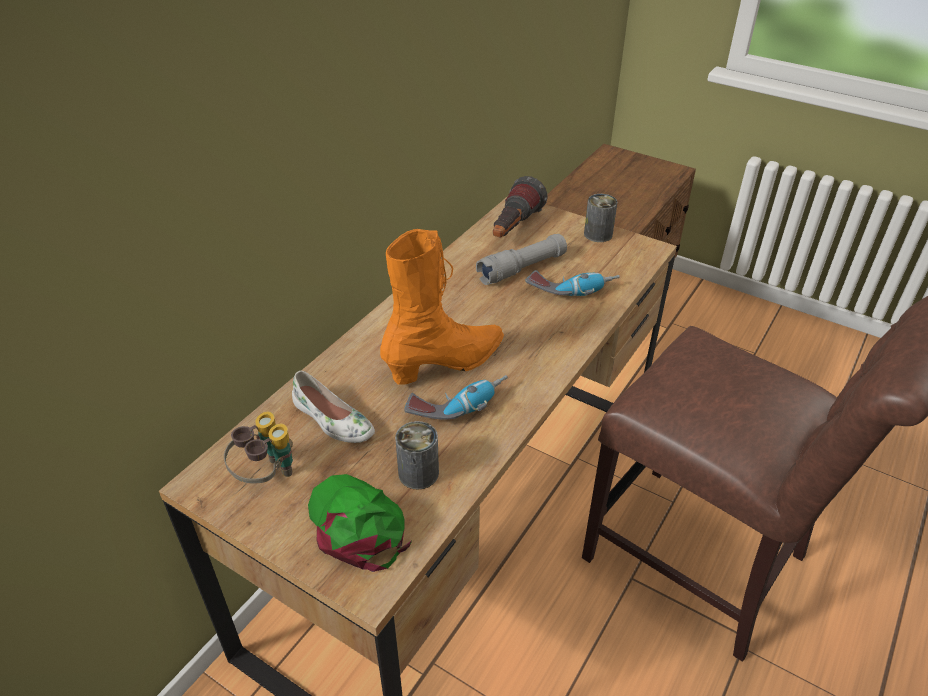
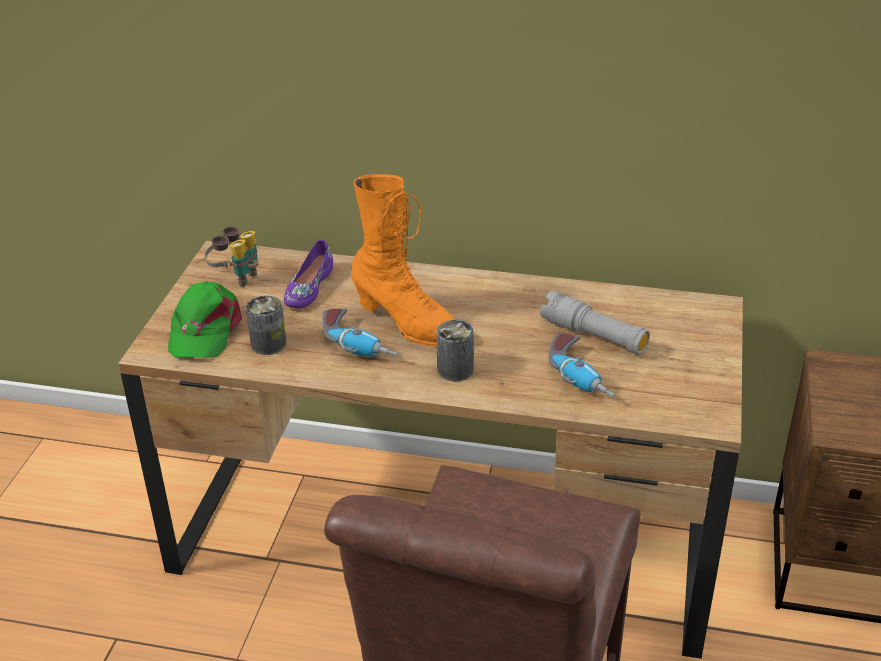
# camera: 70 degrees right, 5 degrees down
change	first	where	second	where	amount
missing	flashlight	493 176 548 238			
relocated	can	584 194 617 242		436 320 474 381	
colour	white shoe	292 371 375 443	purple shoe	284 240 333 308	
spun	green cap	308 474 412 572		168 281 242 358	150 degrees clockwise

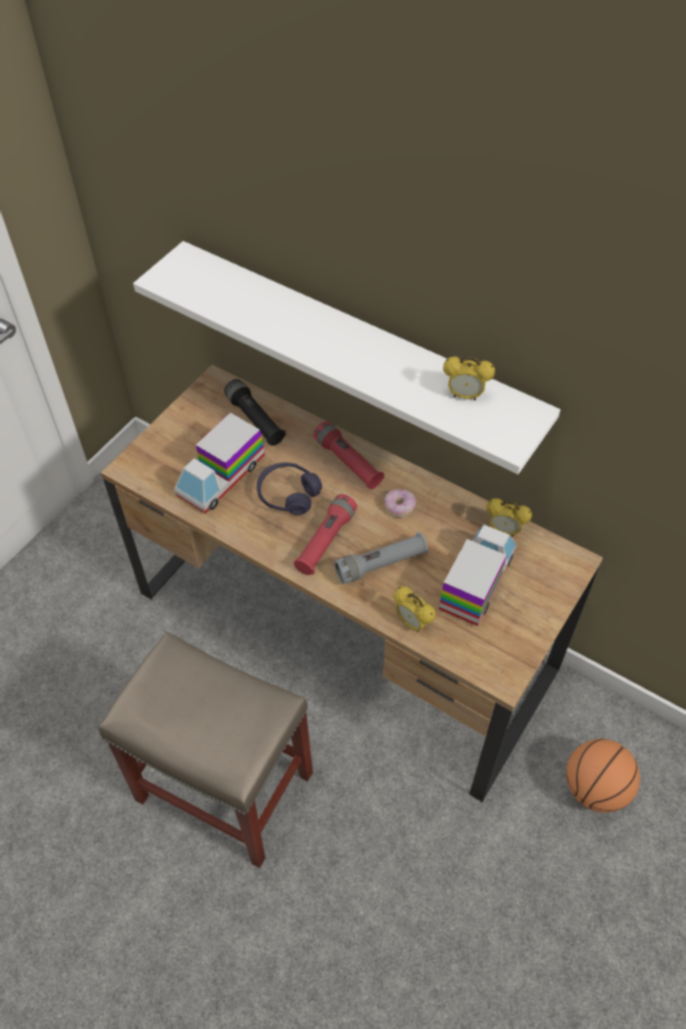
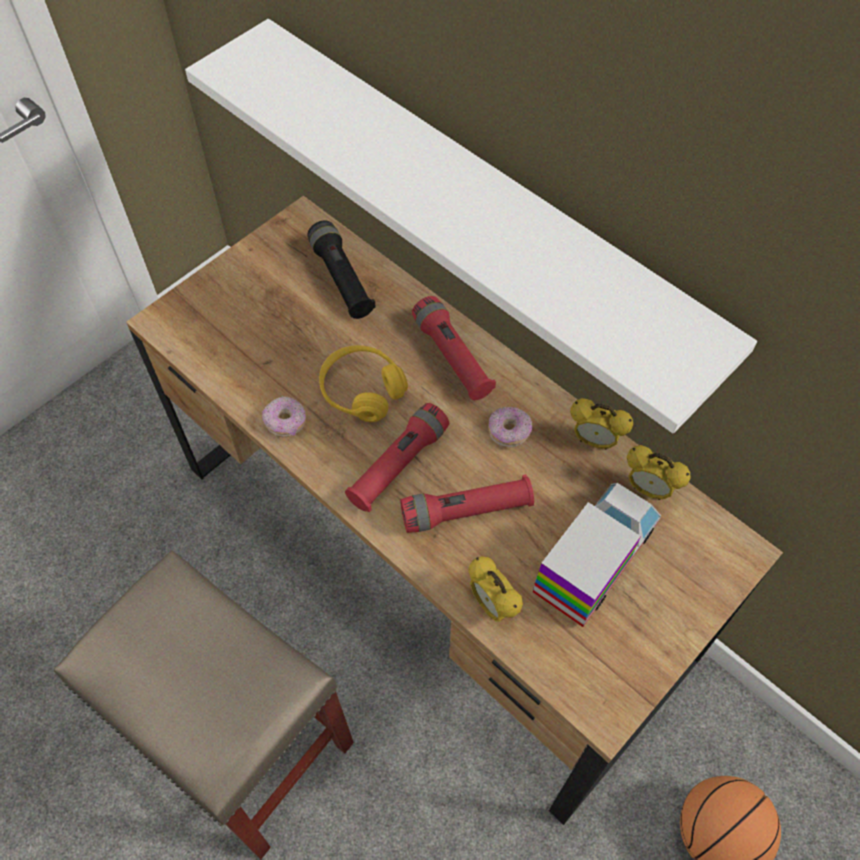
# camera: 10 degrees right, 5 degrees up
change	first	where	second	where	amount
relocated	alarm clock	443 356 495 400		570 398 633 450	
missing	toy truck	175 413 265 513			
colour	purple headphones	257 463 322 515	yellow headphones	319 345 408 422	
colour	grey flashlight	334 532 428 584	red flashlight	400 474 534 533	
appeared			donut	262 396 306 437	

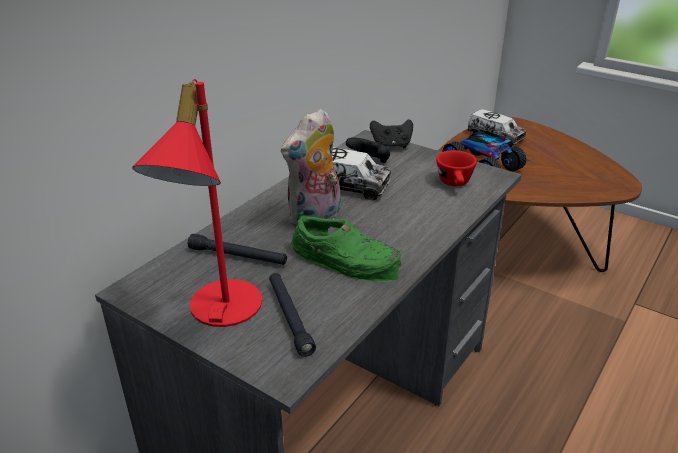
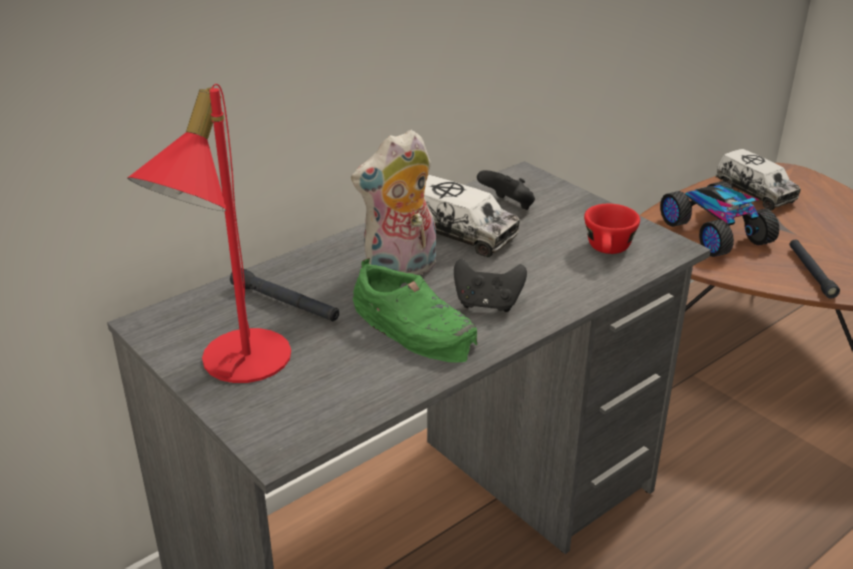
# camera: 15 degrees right, 0 degrees up
change	first	where	second	where	amount
relocated	black game controller	370 119 413 148		454 259 527 312	
relocated	black flashlight	269 273 316 357		790 239 840 299	

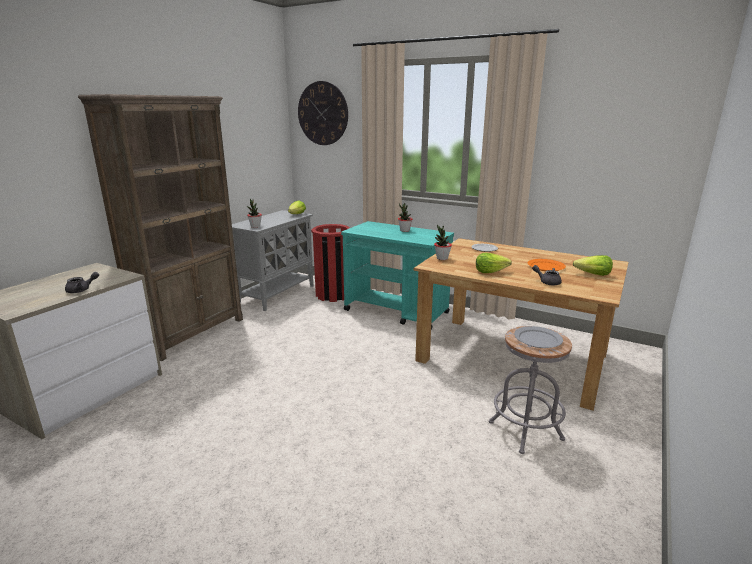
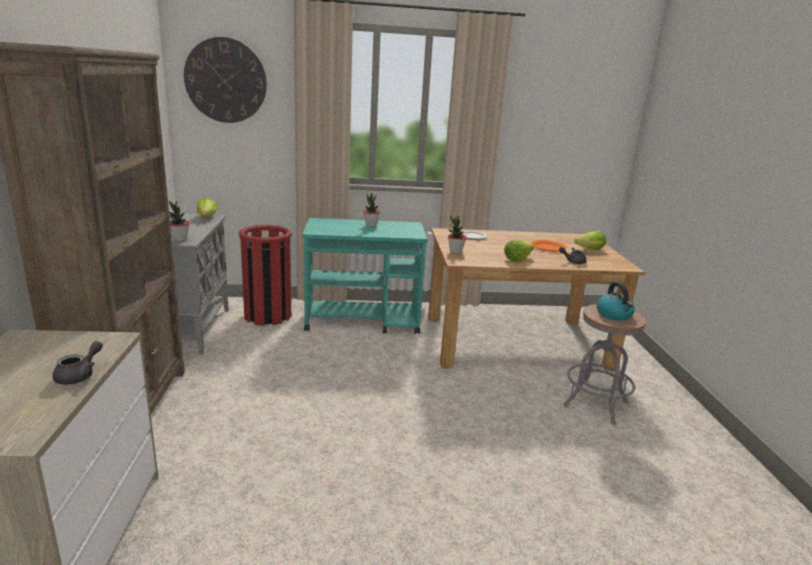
# camera: 35 degrees left, 0 degrees up
change	first	where	second	where	amount
exchanged	grey plate	514 326 563 348	kettle	597 282 635 321	

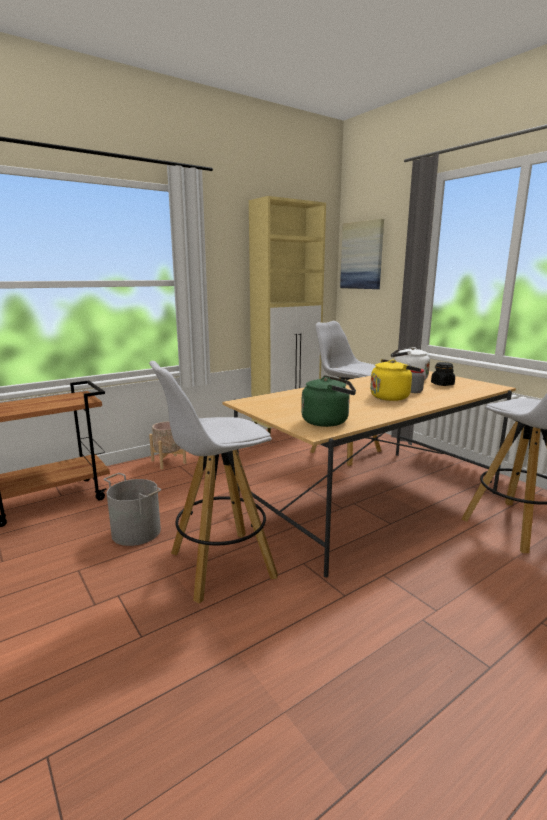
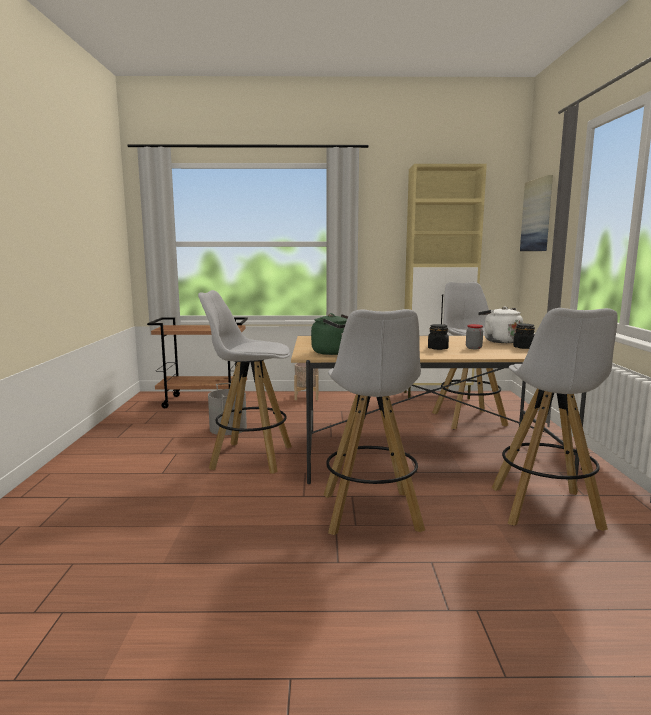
# camera: 35 degrees right, 5 degrees down
change	first	where	second	where	amount
exchanged	yellow kettle	370 359 421 401	black jar	428 324 449 350	
appeared			white stool	323 309 425 535	

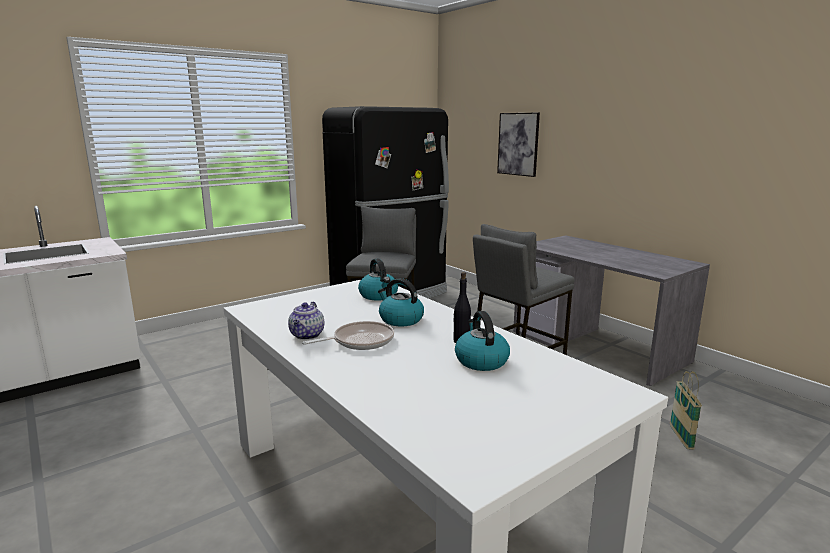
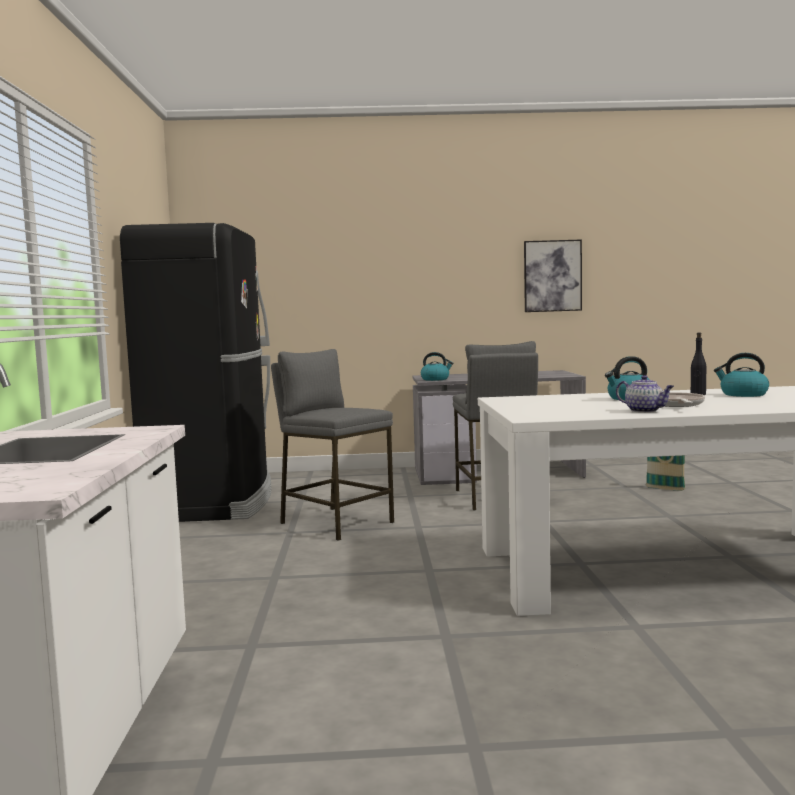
# camera: 55 degrees left, 10 degrees down
change	first	where	second	where	amount
relocated	picture	497 113 540 177		524 240 582 312	
relocated	kettle	358 258 398 301		421 352 453 381	

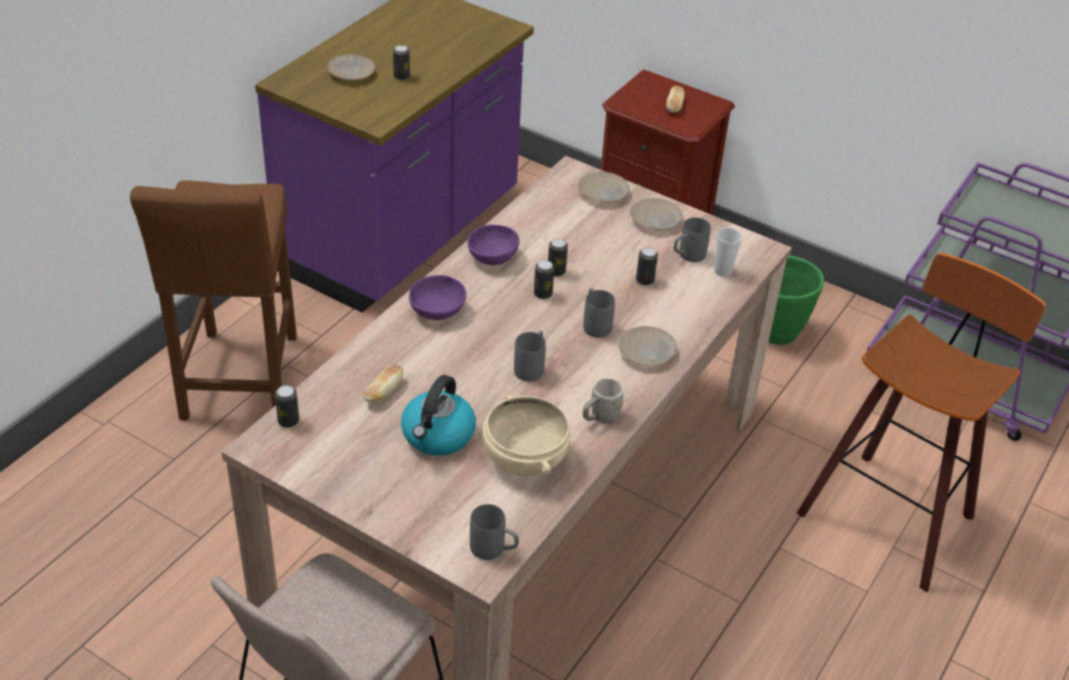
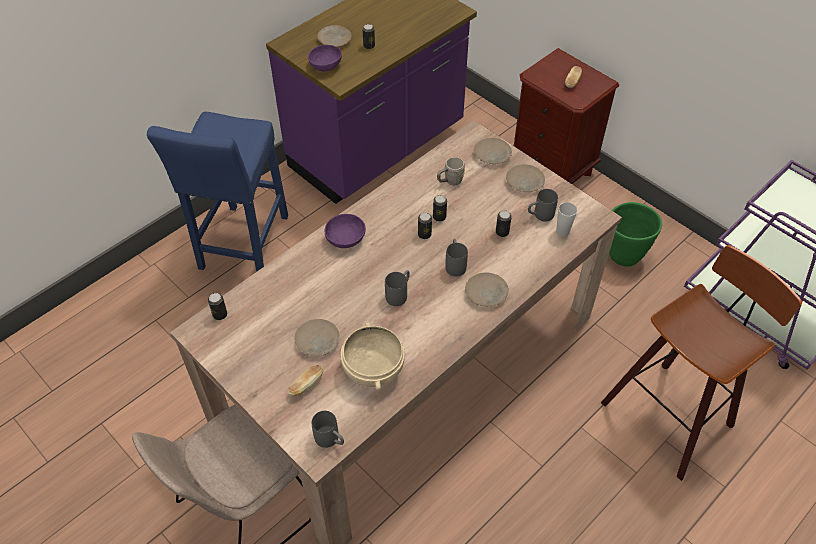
# camera: 15 degrees right, 10 degrees up
change	first	where	second	where	amount
colour	brown stool	130 180 297 420	blue stool	147 112 288 272	
relocated	purple bowl	467 225 520 265		308 45 342 71	
relocated	bread	363 365 404 403		288 365 323 396	
exchanged	kettle	401 375 476 456	beige plate	294 319 340 356	
relocated	grey mug	583 378 623 423		437 157 465 185	

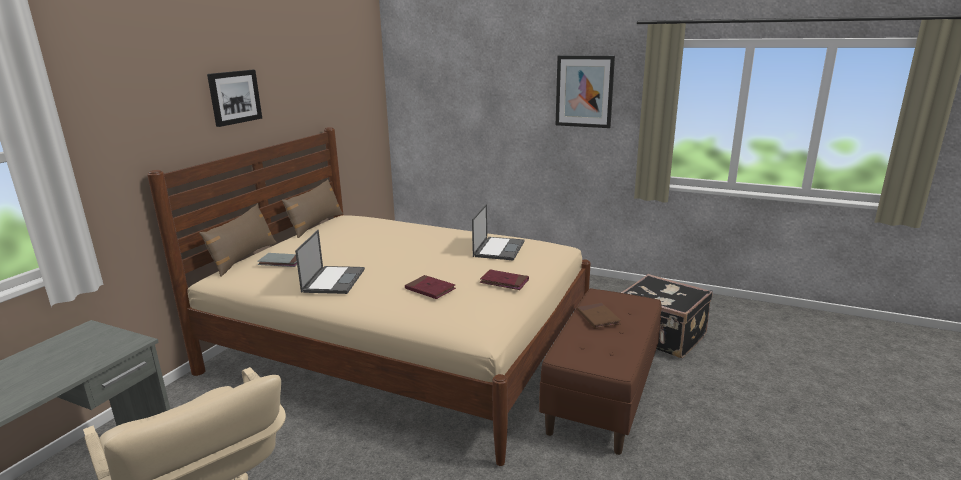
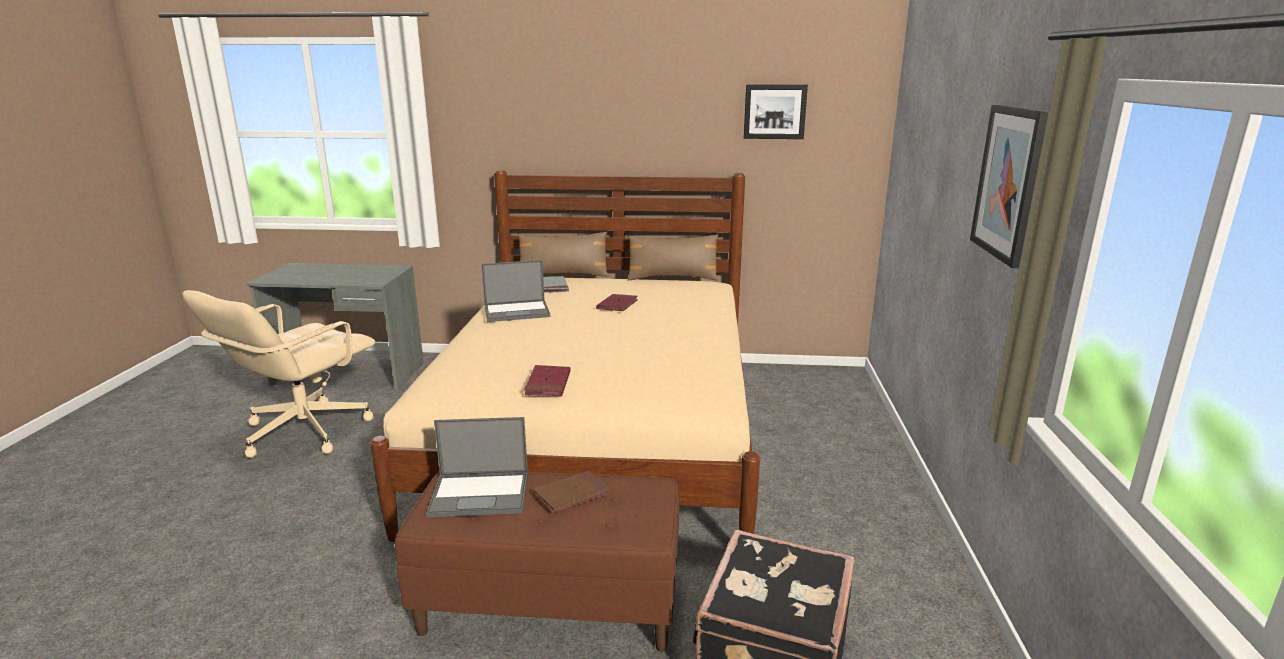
# camera: 70 degrees right, 0 degrees up
change	first	where	second	where	amount
relocated	picture	207 70 262 127		743 84 808 139	
relocated	laptop	472 204 524 261		426 417 528 517	
relocated	red book	405 275 456 299		596 294 638 311	

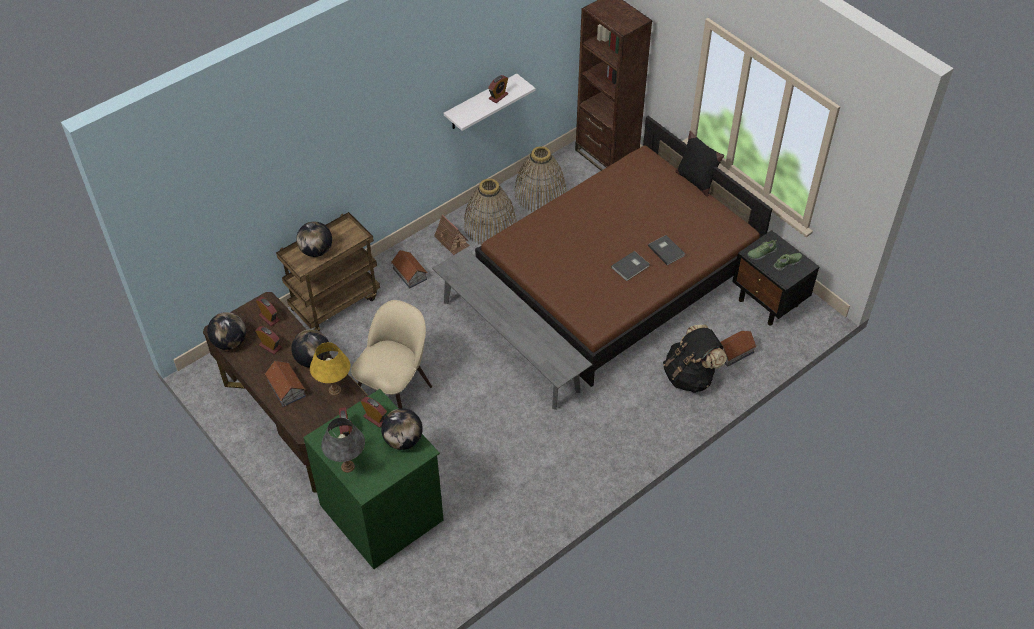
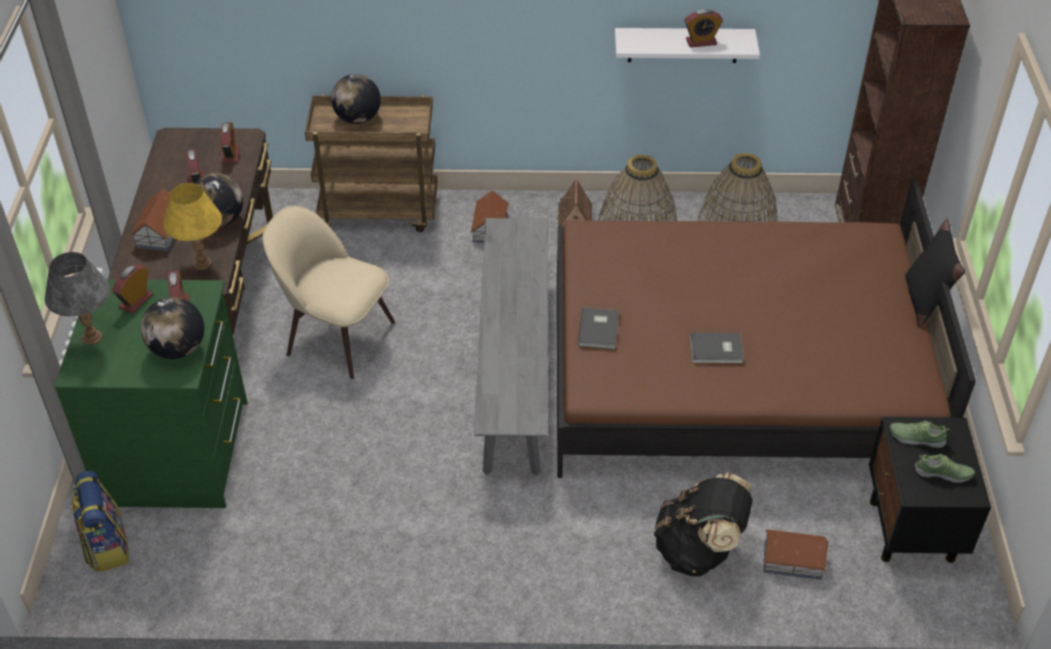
# camera: 40 degrees right, 5 degrees down
change	first	where	second	where	amount
relocated	grey book	648 235 685 265		578 307 619 349	
spun	beige chair	351 300 432 409		262 206 395 379	135 degrees counterclockwise
missing	globe	207 312 246 350			
appeared			backpack	71 471 129 572	

